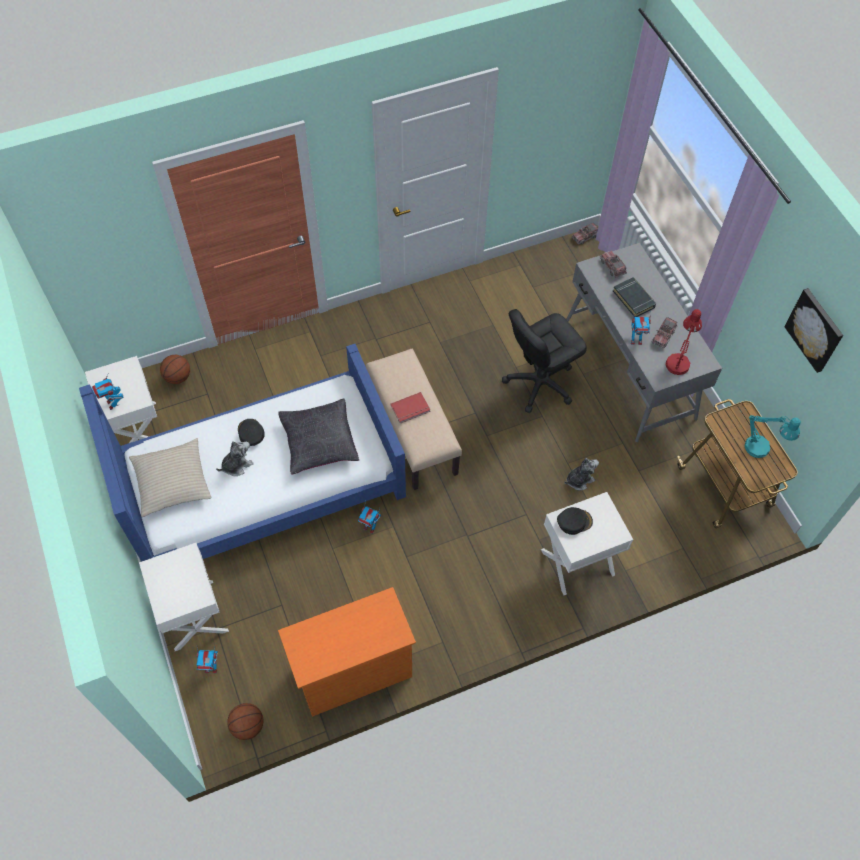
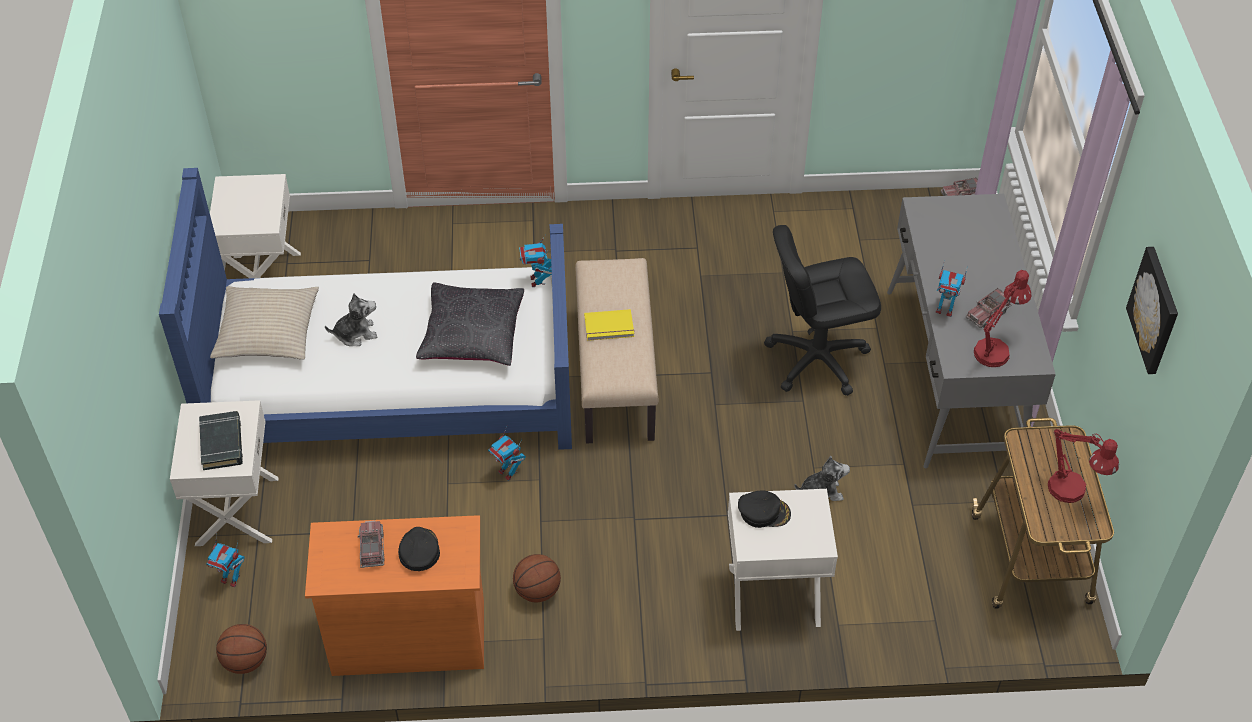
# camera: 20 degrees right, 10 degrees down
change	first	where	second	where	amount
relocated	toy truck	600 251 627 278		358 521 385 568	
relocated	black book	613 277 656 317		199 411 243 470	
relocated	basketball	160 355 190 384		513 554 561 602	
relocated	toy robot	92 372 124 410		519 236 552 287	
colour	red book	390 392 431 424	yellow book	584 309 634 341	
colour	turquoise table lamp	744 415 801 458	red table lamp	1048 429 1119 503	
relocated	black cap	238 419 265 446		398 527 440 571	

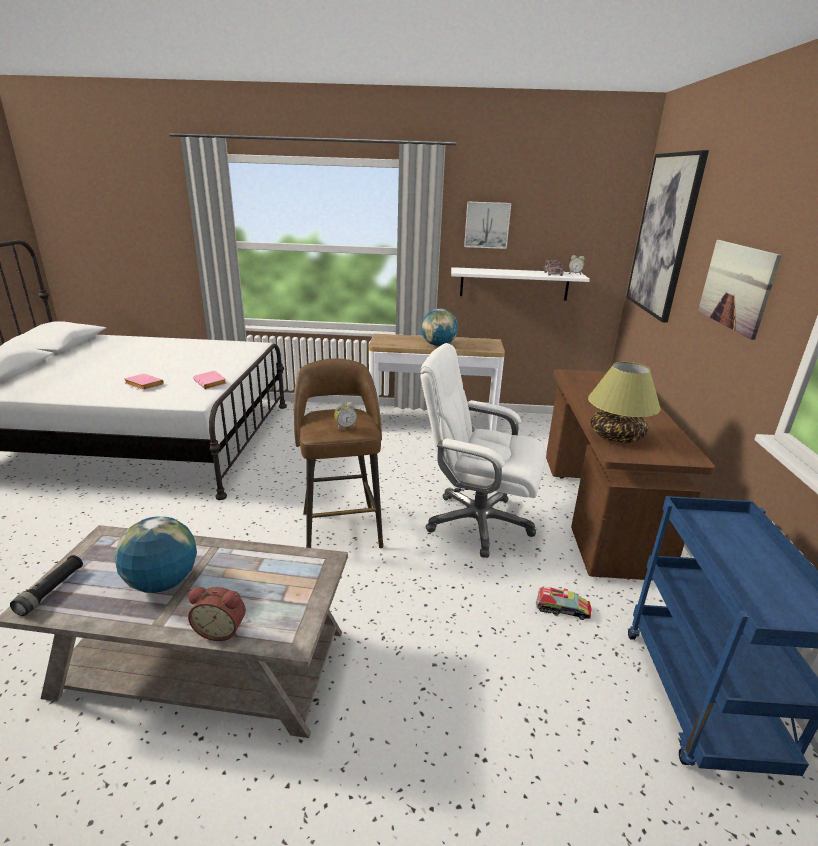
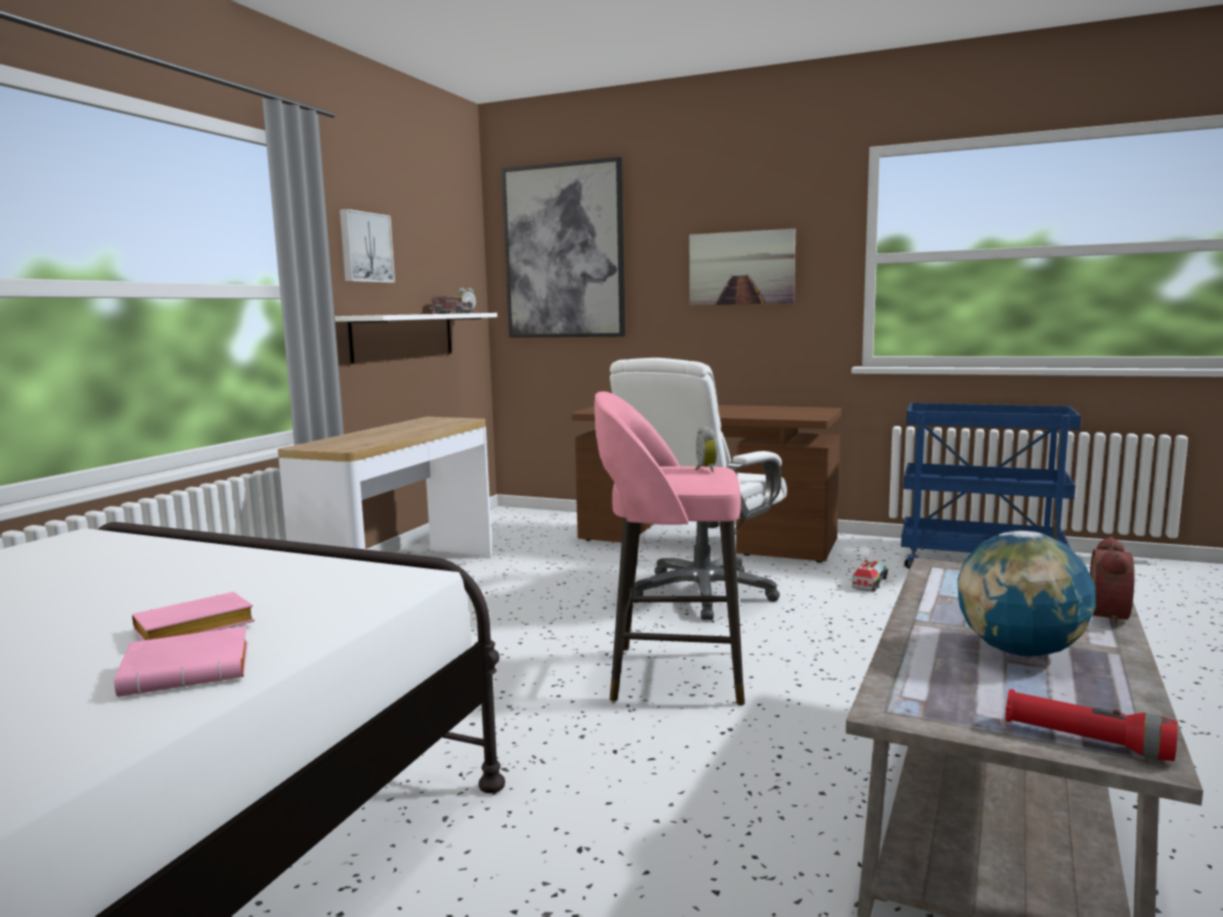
# camera: 70 degrees left, 15 degrees down
change	first	where	second	where	amount
missing	globe	421 309 458 346			
colour	brown stool	294 358 383 548	pink stool	594 391 745 706	
missing	table lamp	588 362 661 443			
relocated	pink book	193 371 227 389		114 626 248 697	
colour	black flashlight	10 555 83 616	red flashlight	1005 689 1178 761	

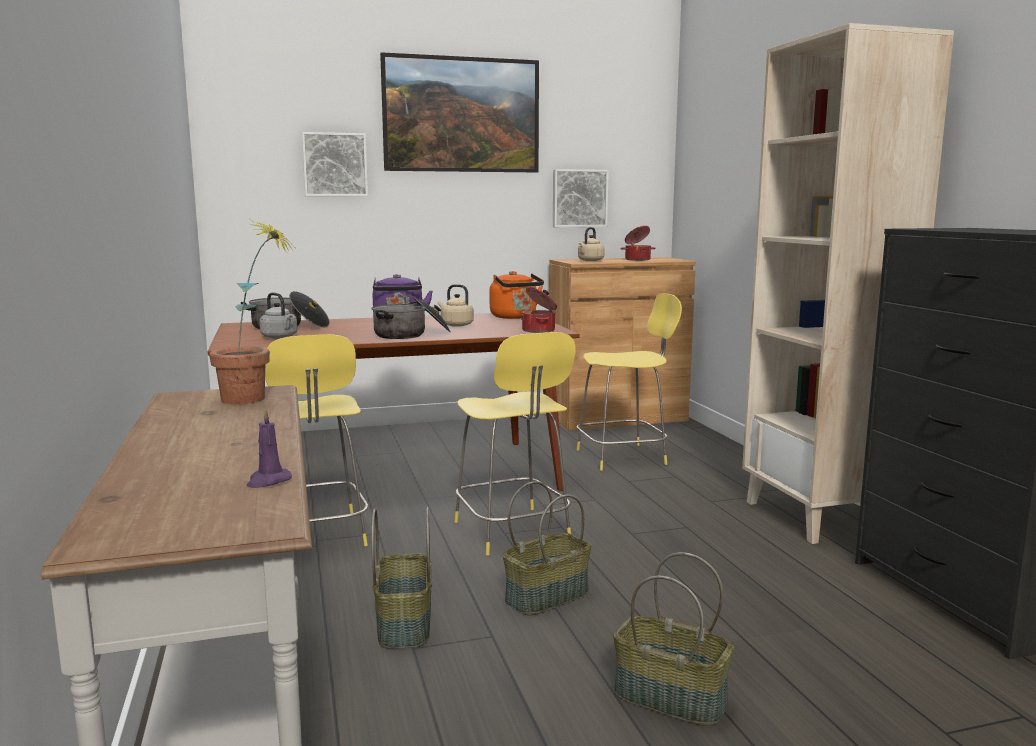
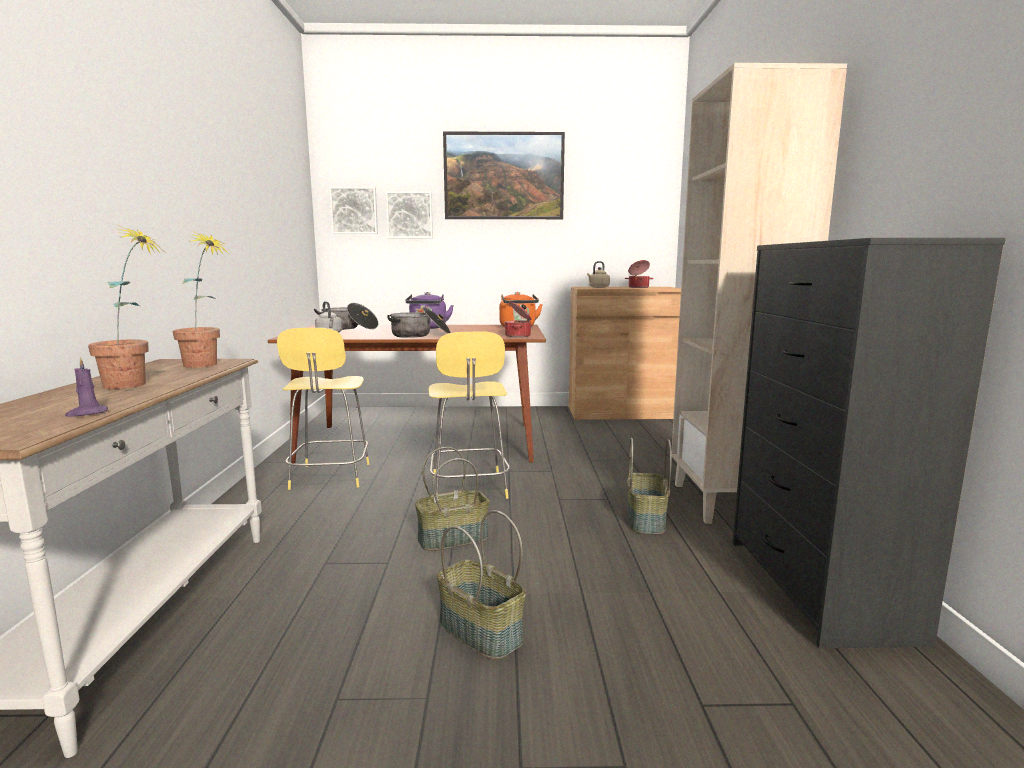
# camera: 15 degrees right, 0 degrees up
change	first	where	second	where	amount
relocated	picture	553 169 609 227		329 187 378 234	
missing	beige kettle	438 284 474 327			
missing	yellow stool	577 293 682 471			
relocated	basket	371 506 432 649		627 438 672 534	
appeared			potted plant	88 224 165 389	

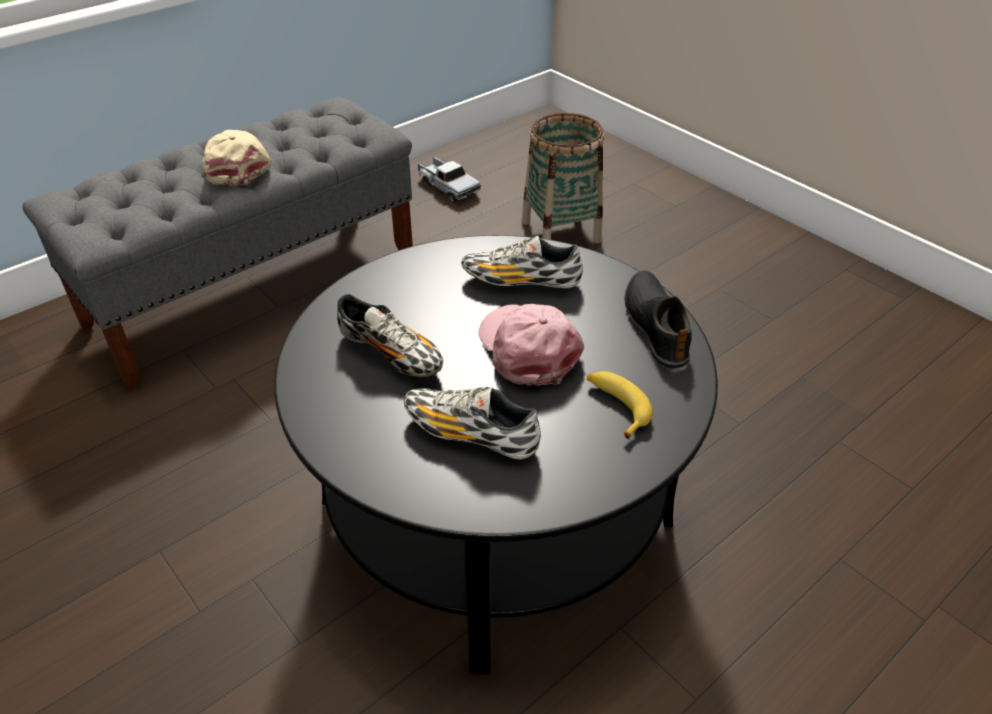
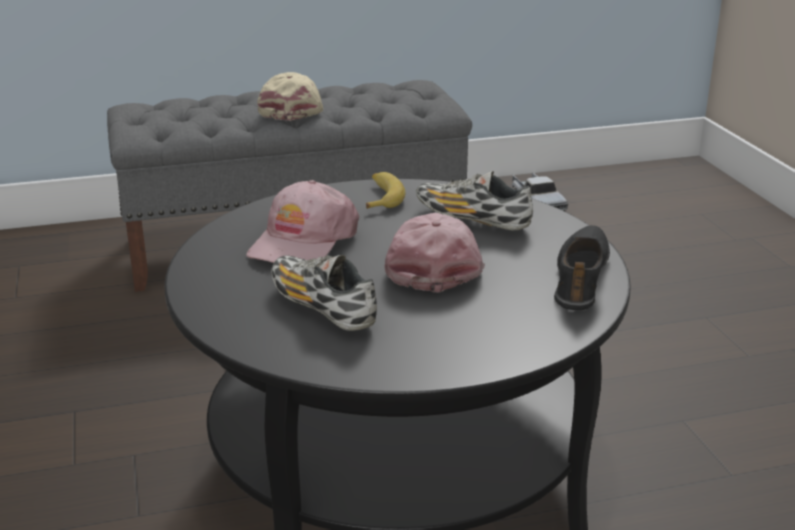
# camera: 25 degrees right, 15 degrees down
change	first	where	second	where	amount
missing	basket	522 113 604 243			
exchanged	shoe	337 294 444 377	pink cap	246 180 359 263	
relocated	banana	587 371 653 439		366 172 405 209	

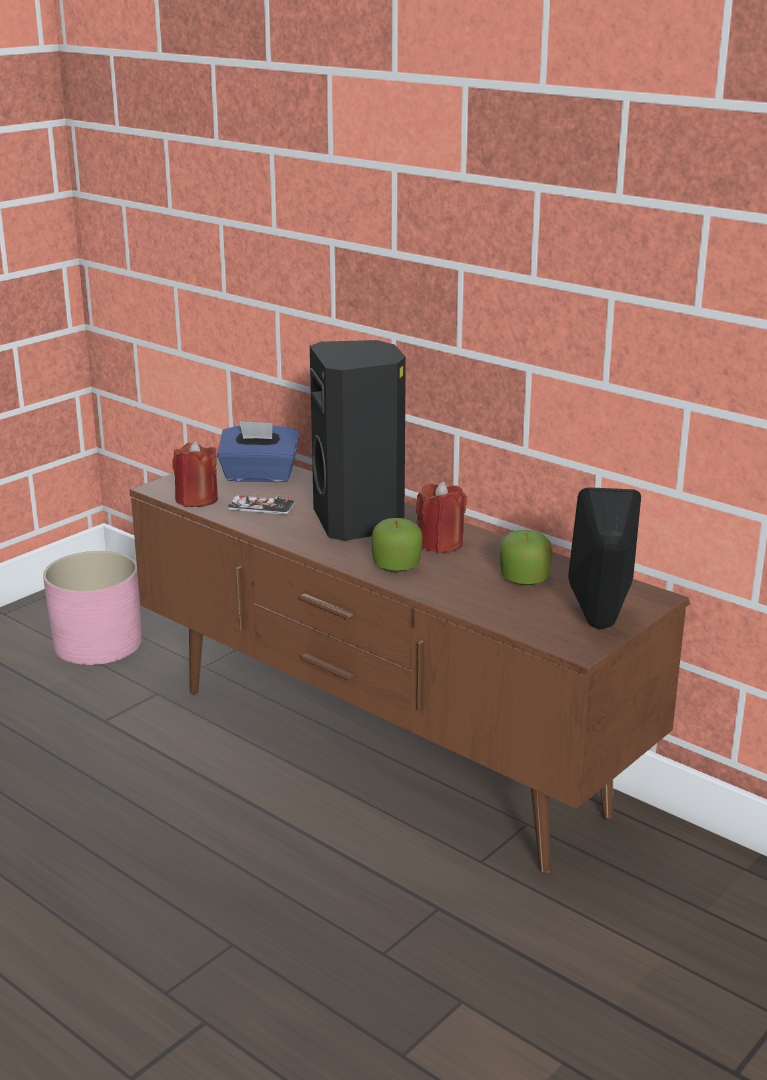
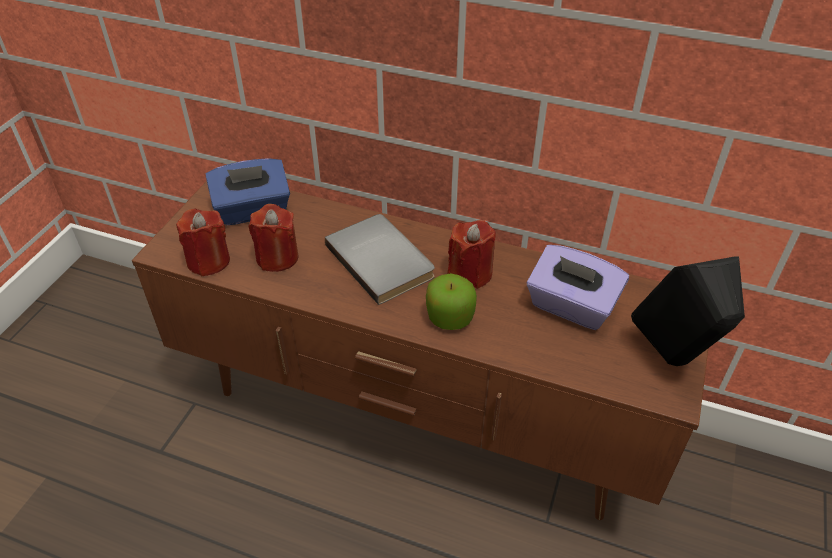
# camera: 20 degrees left, 20 degrees up
change	first	where	second	where	amount
exchanged	black speaker	310 340 406 541	grey book	325 214 435 305	
exchanged	phone	227 493 295 515	red candle	249 204 299 272	
exchanged	apple	499 530 553 585	purple tissue box	527 245 629 330	
missing	pink planter	43 551 142 665			

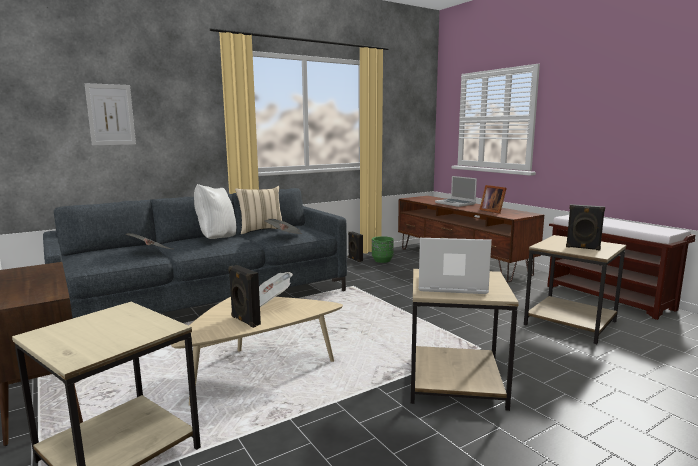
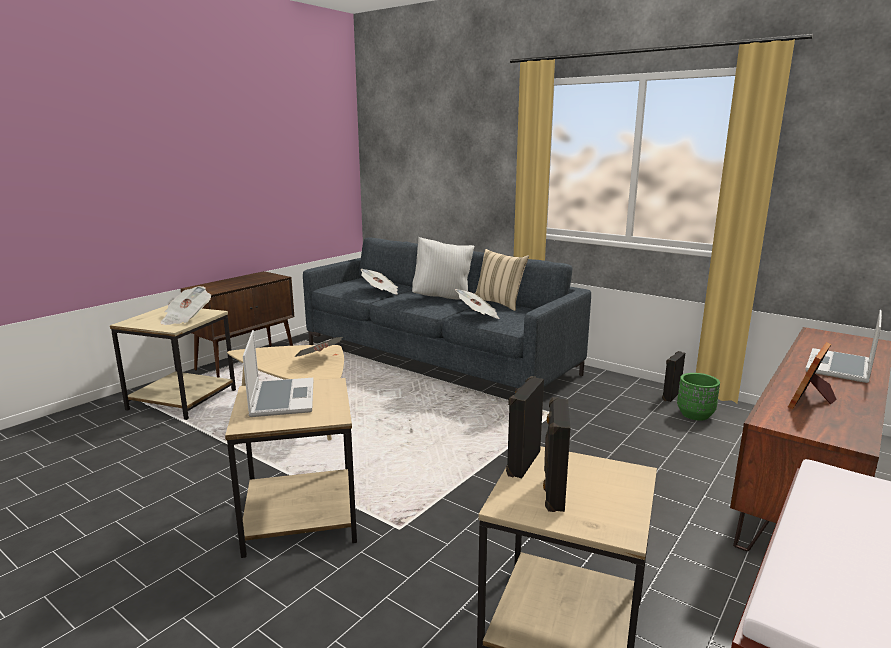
# camera: 70 degrees right, 5 degrees up
change	first	where	second	where	amount
missing	picture	84 83 136 146			
relocated	black speaker	228 265 261 328		506 376 544 478	
appeared			newspaper	160 286 211 325	

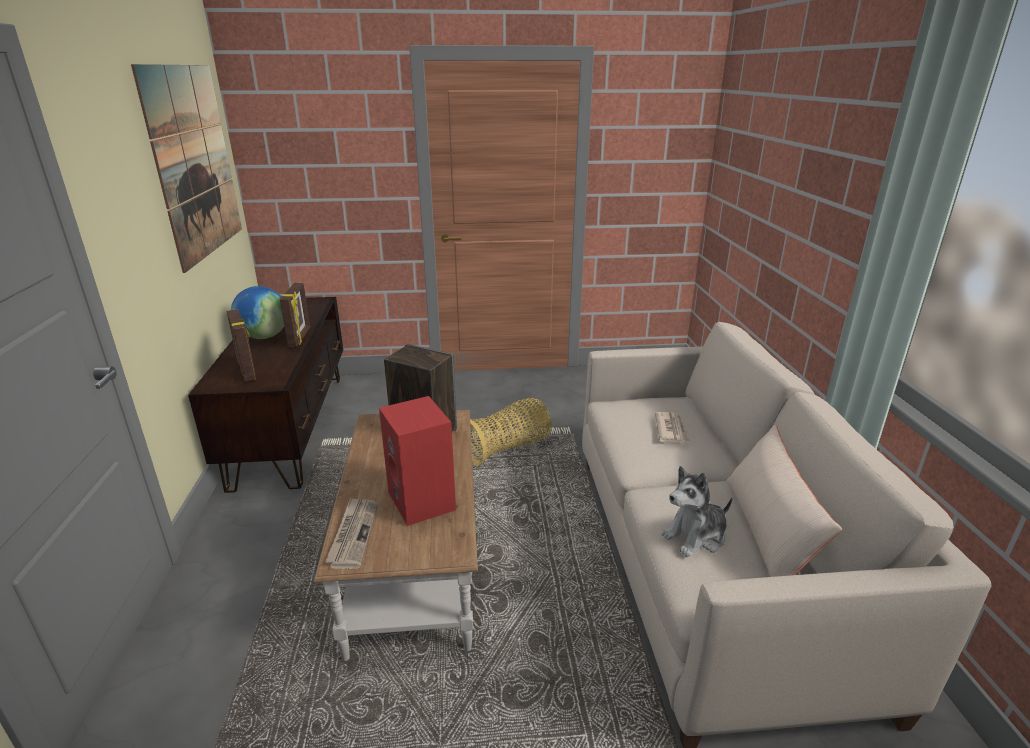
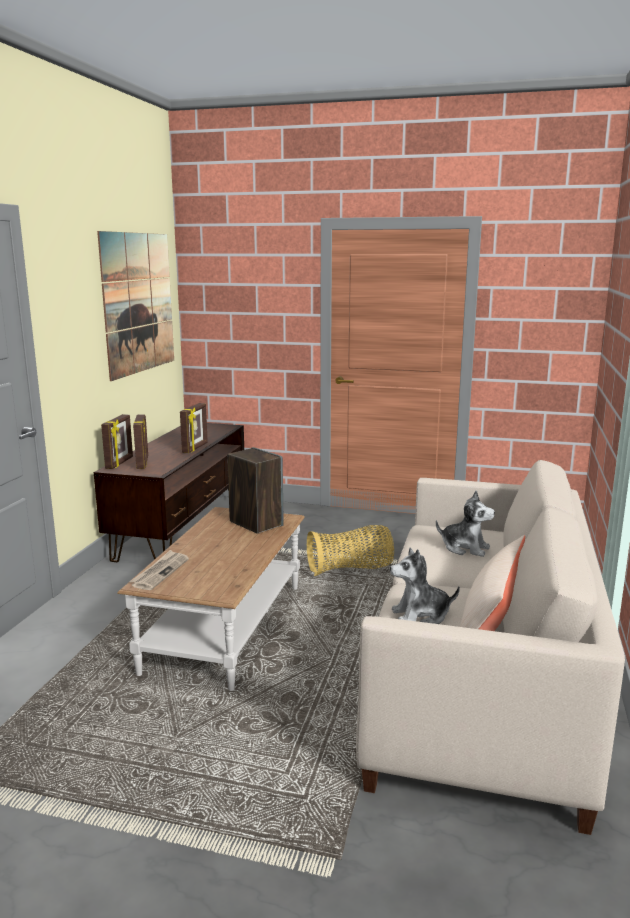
# camera: 20 degrees right, 10 degrees down
change	first	where	second	where	amount
missing	globe	231 286 284 339			
missing	red speaker	379 396 456 526			
exchanged	newspaper	655 412 690 443	plush toy	436 490 495 557	
appeared			picture frame	101 414 133 469	

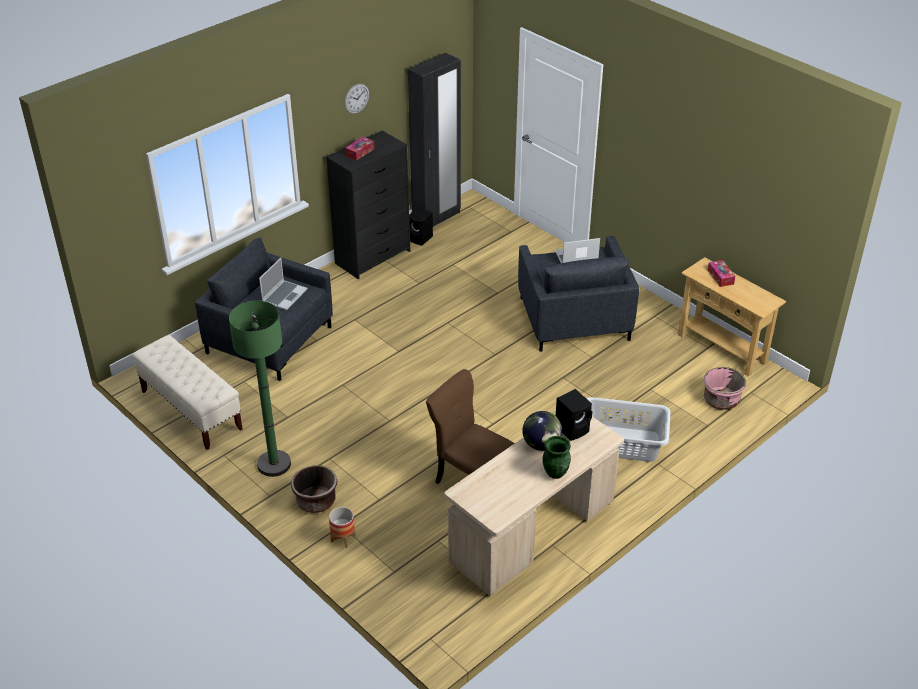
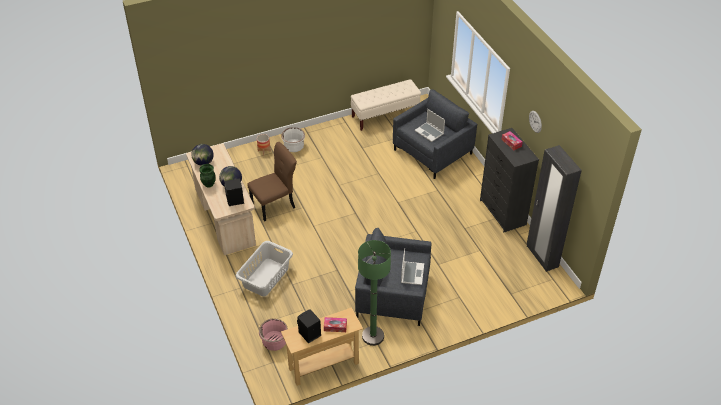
# camera: 110 degrees right, 5 degrees up
change	first	where	second	where	amount
relocated	black speaker	409 207 433 246		297 309 321 344	
relocated	green floor lamp	229 301 291 477		358 240 391 346	
colour	brown planter	291 465 337 513	white planter	281 127 305 152	
appeared			globe	191 144 214 166	

